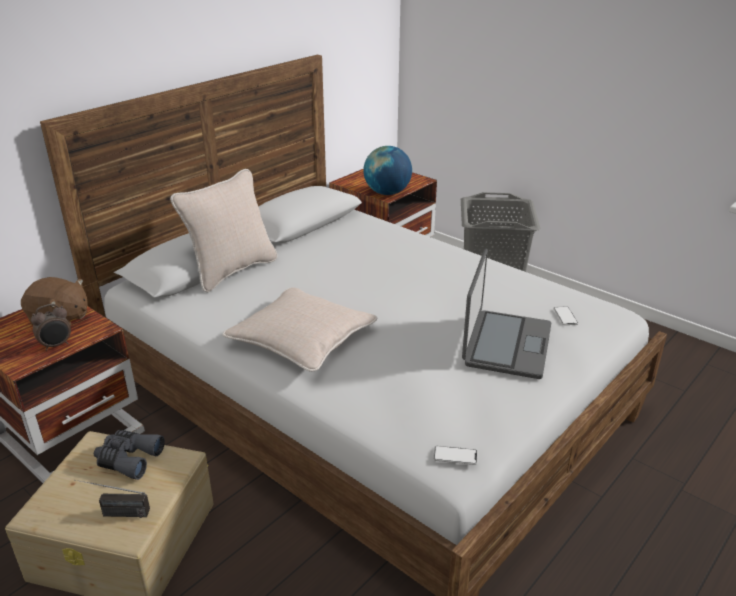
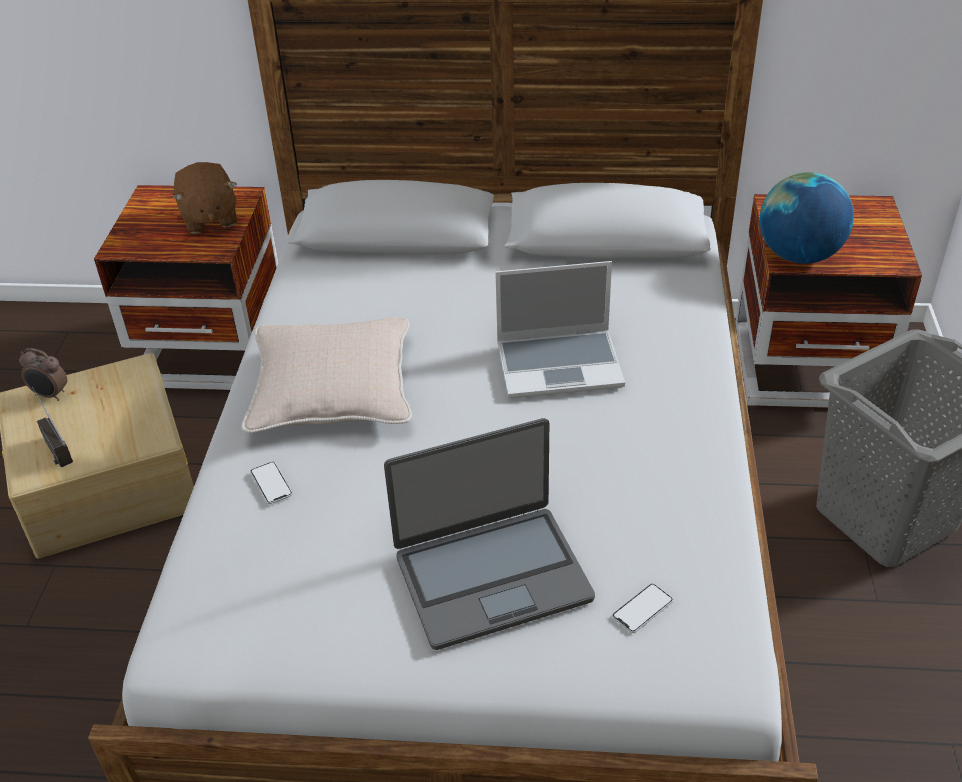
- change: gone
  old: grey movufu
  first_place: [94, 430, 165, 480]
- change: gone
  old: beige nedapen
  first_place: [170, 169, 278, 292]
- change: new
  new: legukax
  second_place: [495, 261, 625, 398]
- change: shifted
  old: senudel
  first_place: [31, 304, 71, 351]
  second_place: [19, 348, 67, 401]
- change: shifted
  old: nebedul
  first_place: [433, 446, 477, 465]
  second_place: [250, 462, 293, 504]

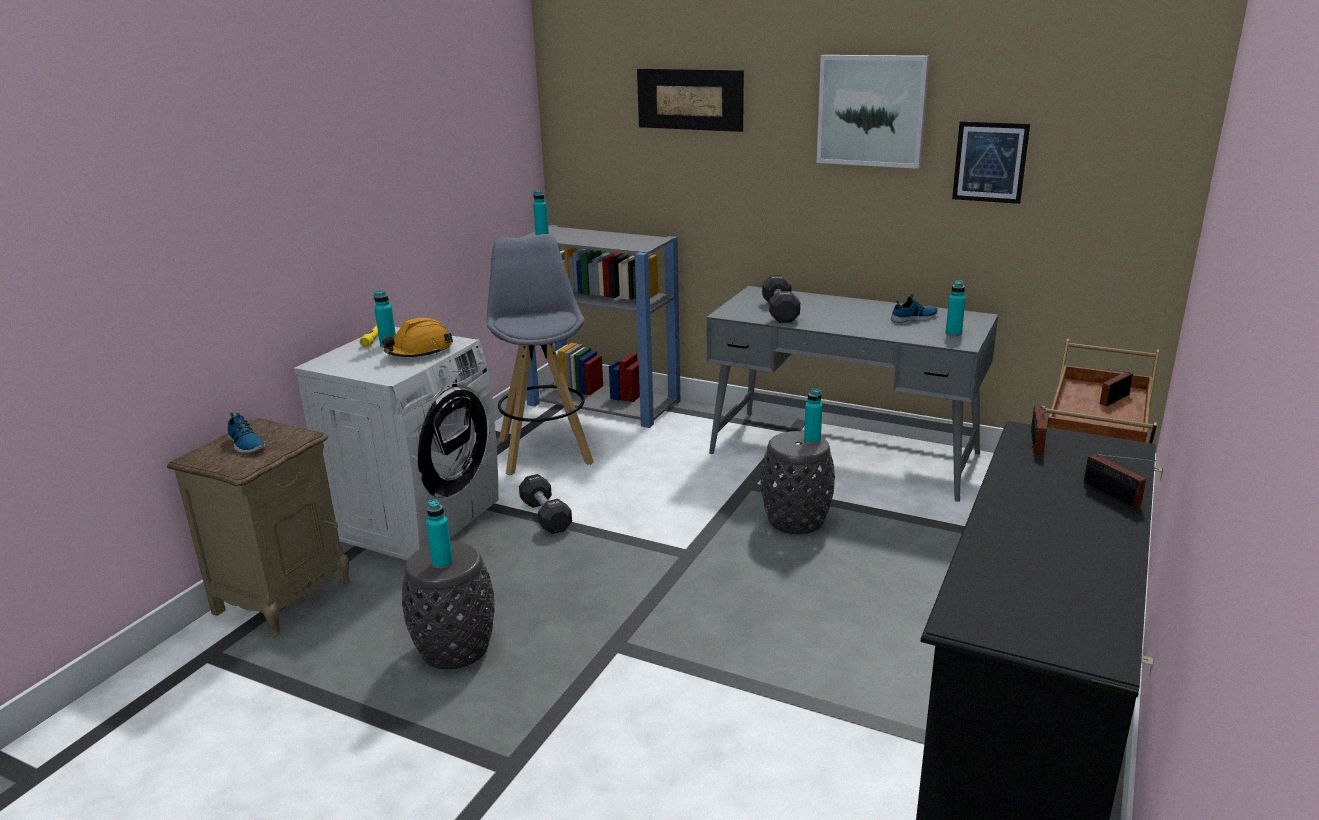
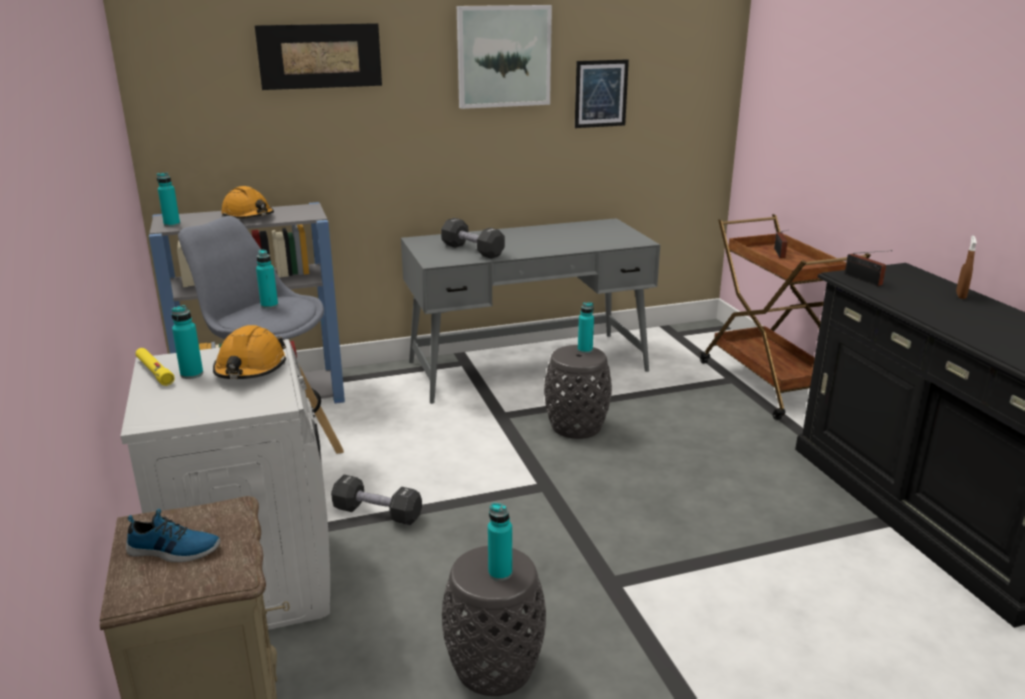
- change: gone
  old: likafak
  first_place: [891, 293, 938, 323]
- change: new
  new: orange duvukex
  second_place: [221, 186, 274, 219]
- change: shifted
  old: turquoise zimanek
  first_place: [945, 280, 966, 336]
  second_place: [256, 250, 278, 309]
- change: swapped
  old: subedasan
  new: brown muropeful
  first_place: [1084, 454, 1156, 509]
  second_place: [956, 235, 977, 299]

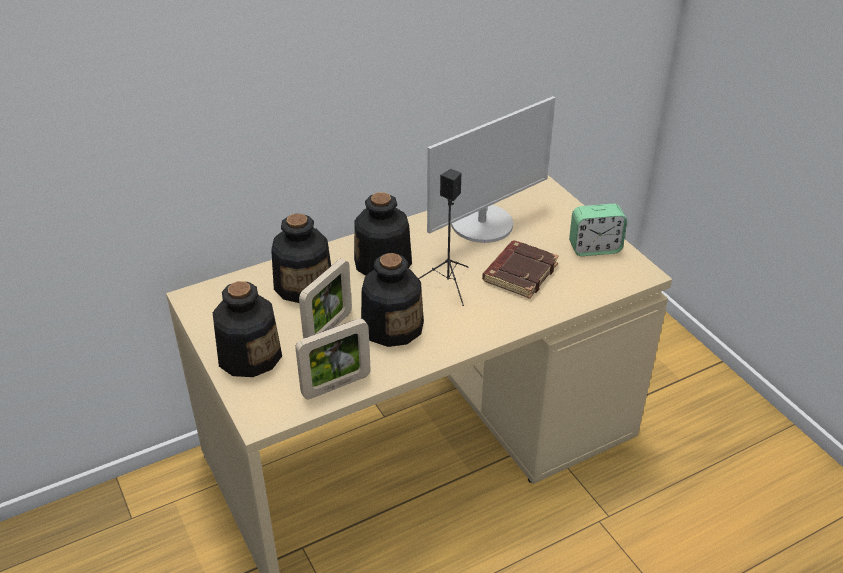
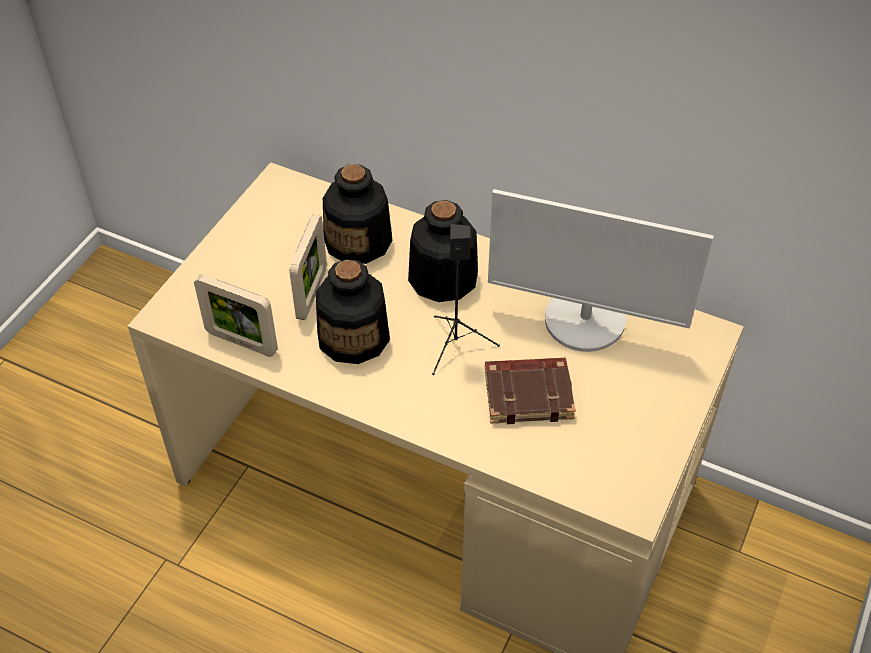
- change: gone
  old: zimanek
  first_place: [213, 281, 282, 377]
- change: gone
  old: senudel
  first_place: [569, 204, 627, 256]
- change: rotated
  old: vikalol
  first_place: [299, 259, 352, 339]
  second_place: [290, 215, 327, 320]
  degrees: -75

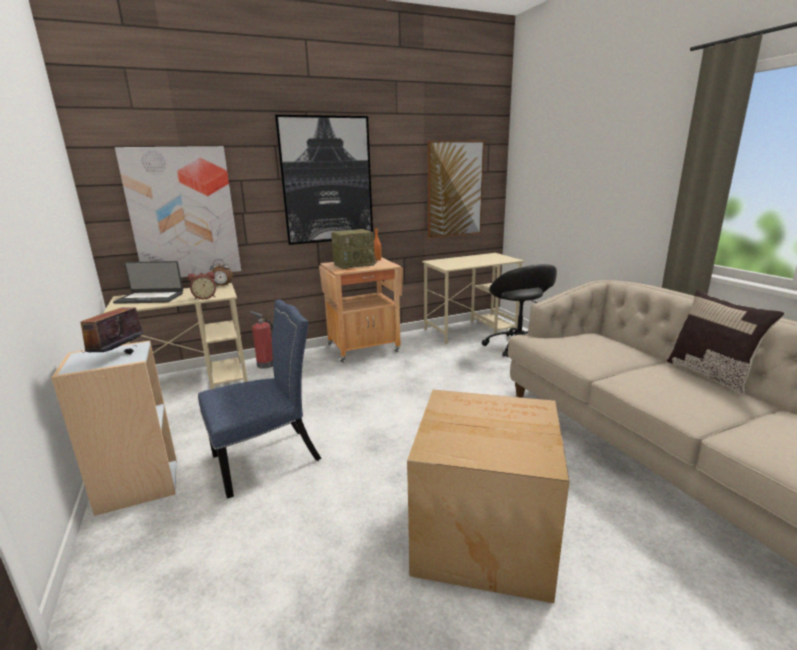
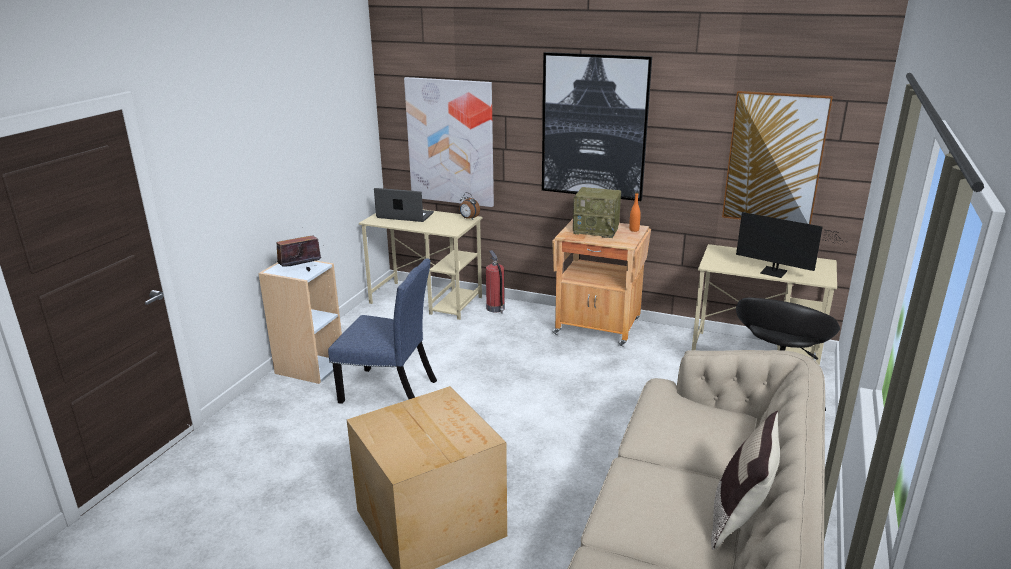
- change: gone
  old: senudel
  first_place: [188, 272, 216, 299]
- change: new
  new: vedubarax
  second_place: [736, 212, 848, 278]
- change: rotated
  old: legukax
  first_place: [113, 261, 183, 304]
  second_place: [374, 188, 434, 222]
  degrees: 150

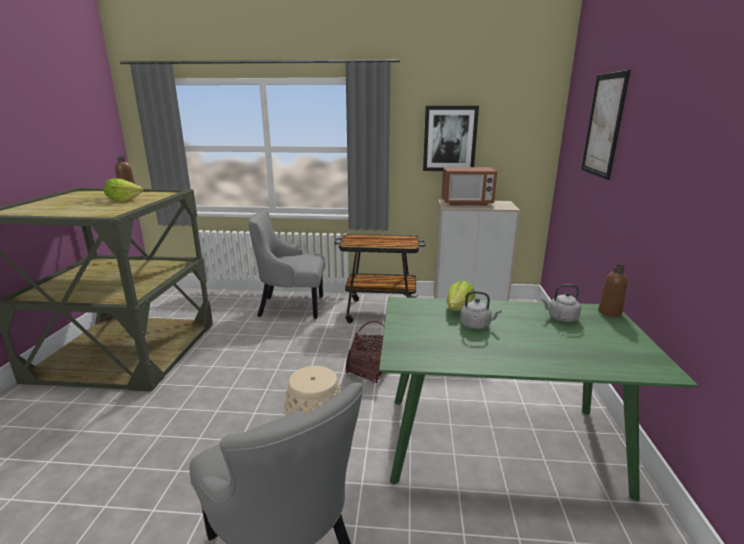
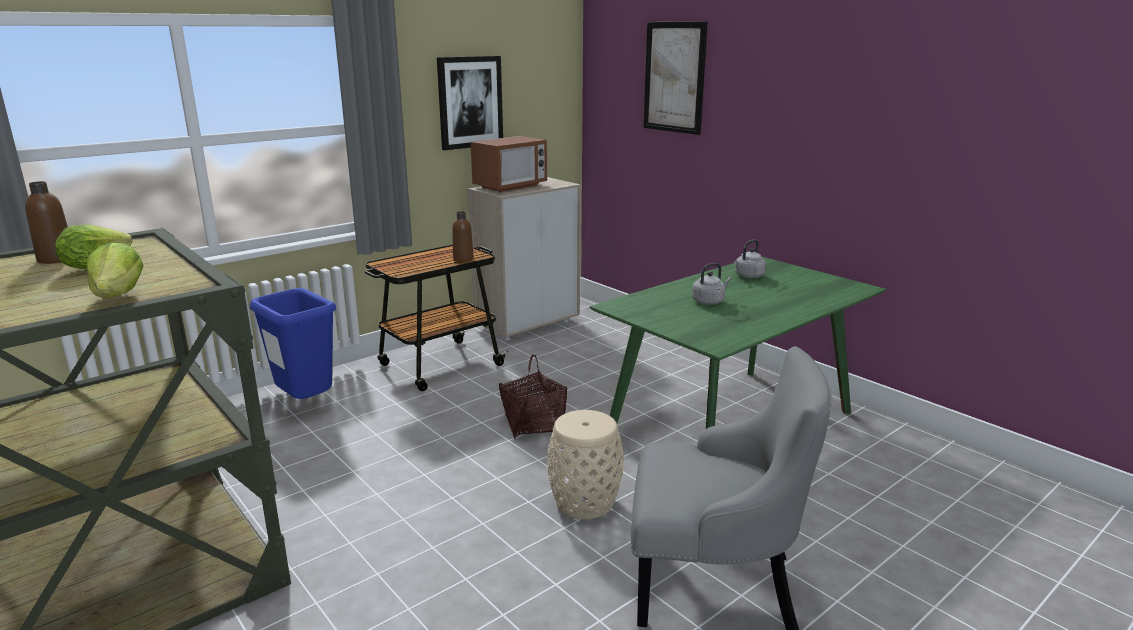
- change: shifted
  old: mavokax
  first_place: [447, 280, 475, 311]
  second_place: [87, 243, 144, 298]
- change: shifted
  old: brown zimanek
  first_place: [598, 265, 628, 317]
  second_place: [452, 211, 474, 262]
- change: swapped
  old: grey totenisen
  new: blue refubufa
  first_place: [248, 209, 325, 319]
  second_place: [250, 288, 336, 399]

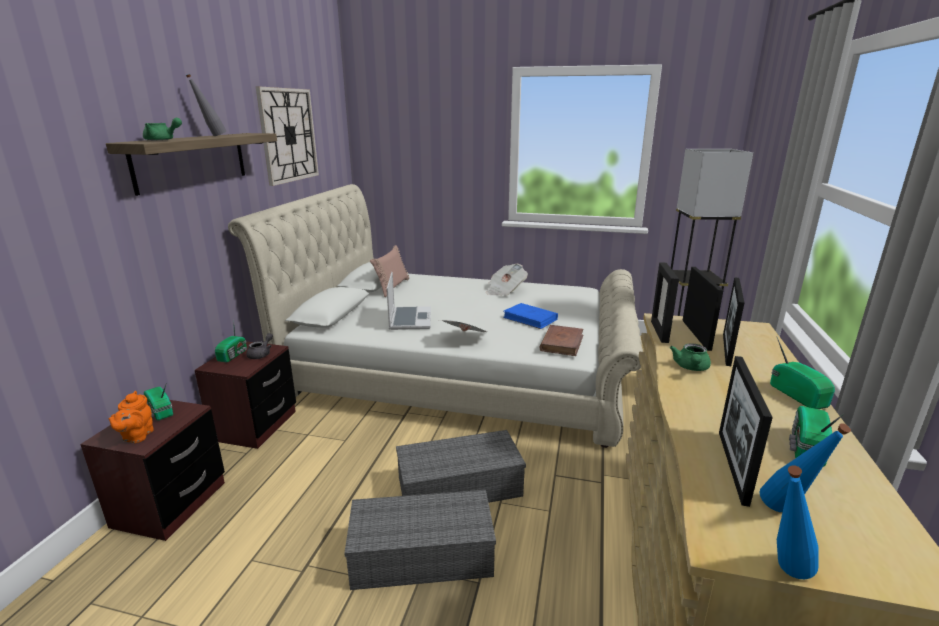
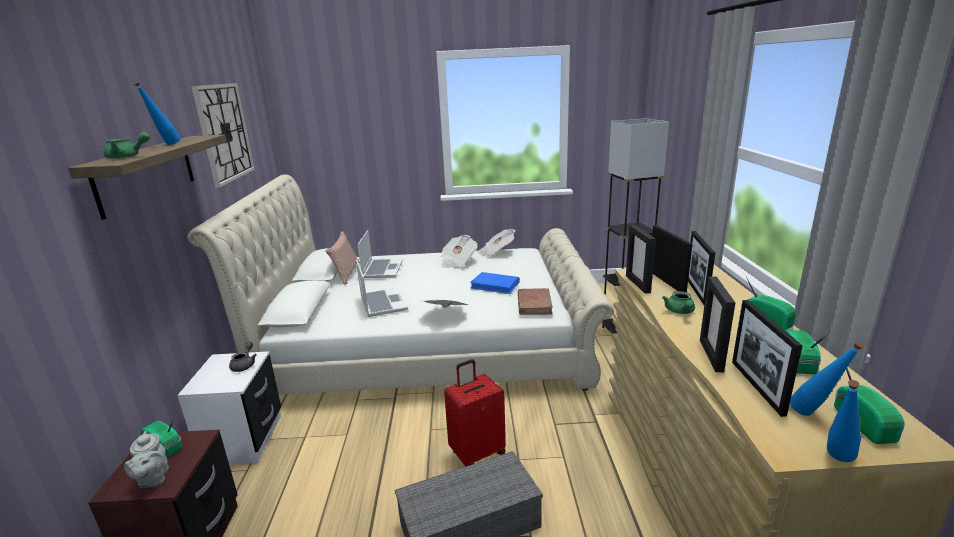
- change: new
  new: legukax
  second_place: [357, 230, 403, 278]
- change: new
  new: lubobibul
  second_place: [477, 229, 515, 256]
- change: new
  new: vikalol
  second_place: [700, 276, 735, 372]
- change: shifted
  old: subedasan
  first_place: [215, 319, 247, 363]
  second_place: [834, 355, 904, 444]
- change: swapped
  old: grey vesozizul
  new: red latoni
  first_place: [396, 430, 526, 503]
  second_place: [444, 359, 506, 467]
- change: repainted
  old: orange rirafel
  new: grey rirafel
  first_place: [108, 391, 154, 443]
  second_place: [124, 431, 169, 488]
- change: repainted
  old: grey zimanek
  new: blue zimanek
  first_place: [186, 74, 226, 136]
  second_place: [134, 82, 181, 145]
- change: repainted
  old: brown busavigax
  new: white busavigax
  first_place: [195, 341, 296, 449]
  second_place: [177, 351, 281, 465]

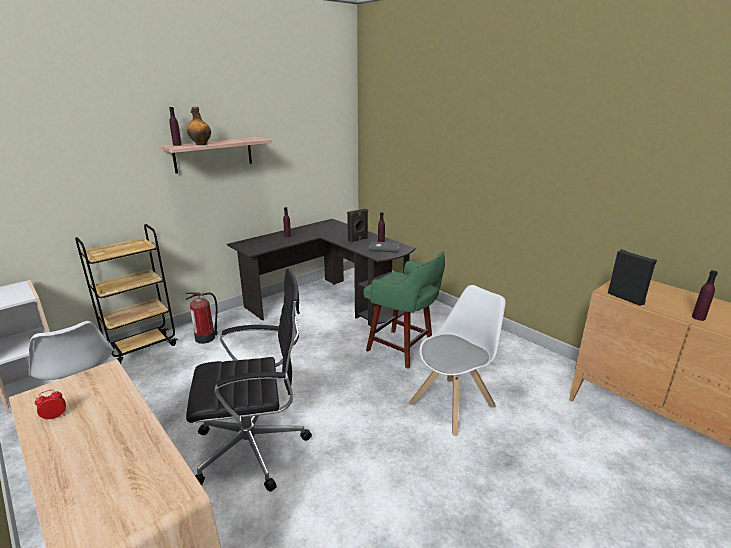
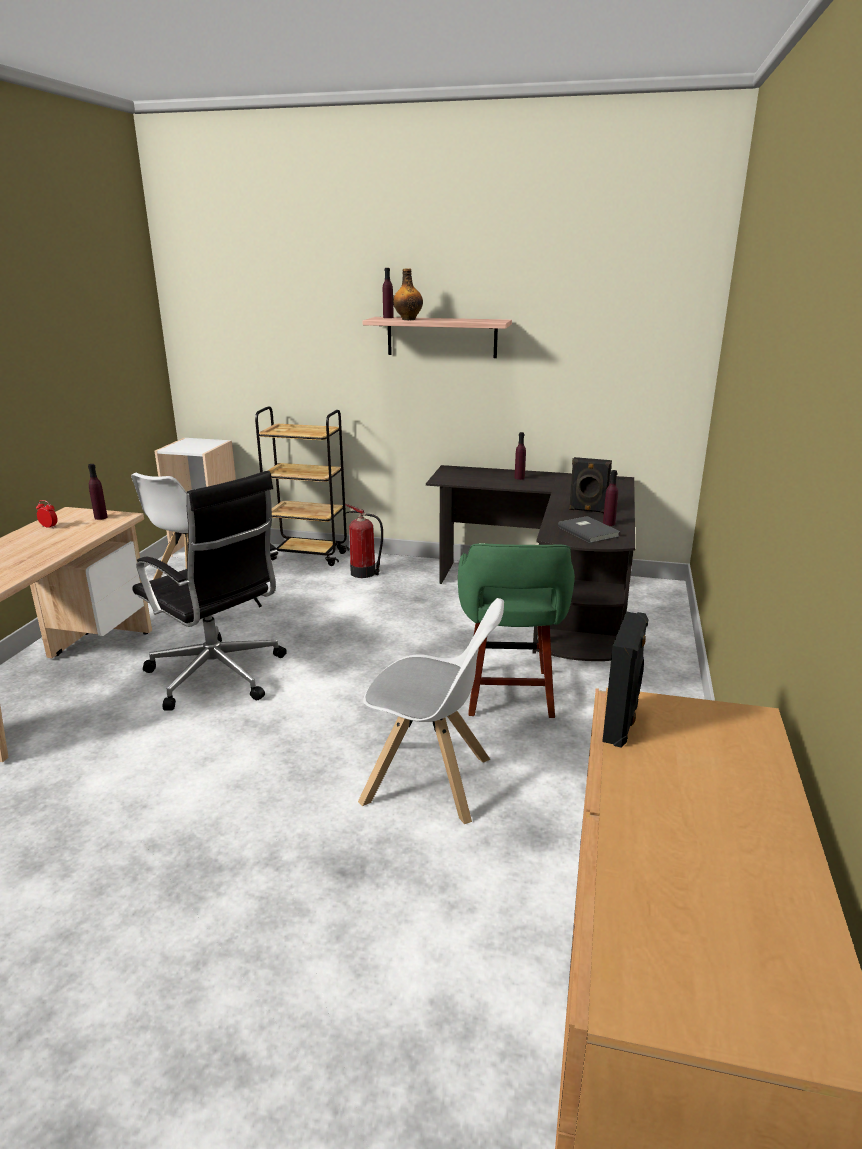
- change: shifted
  old: purple zimanek
  first_place: [692, 270, 718, 321]
  second_place: [88, 464, 108, 520]

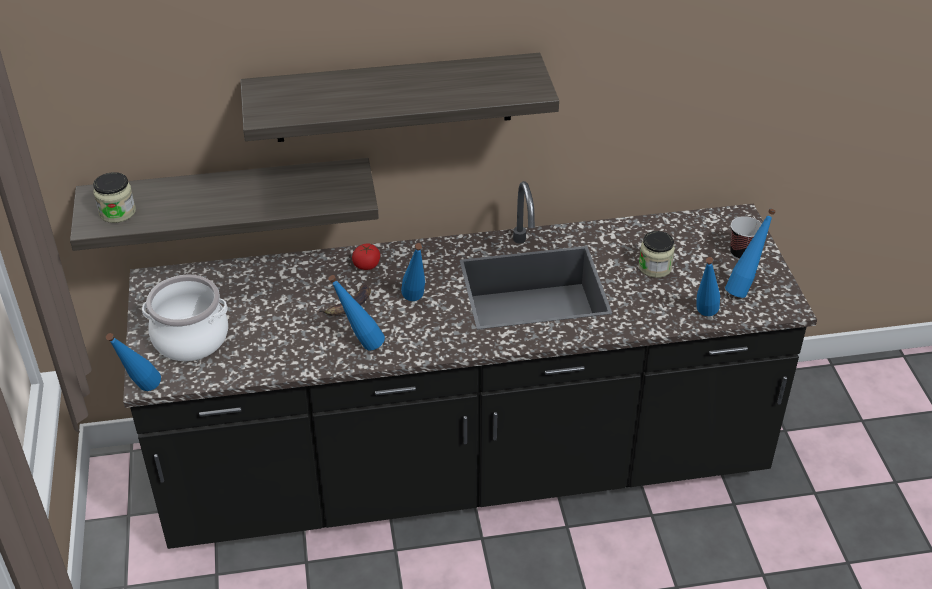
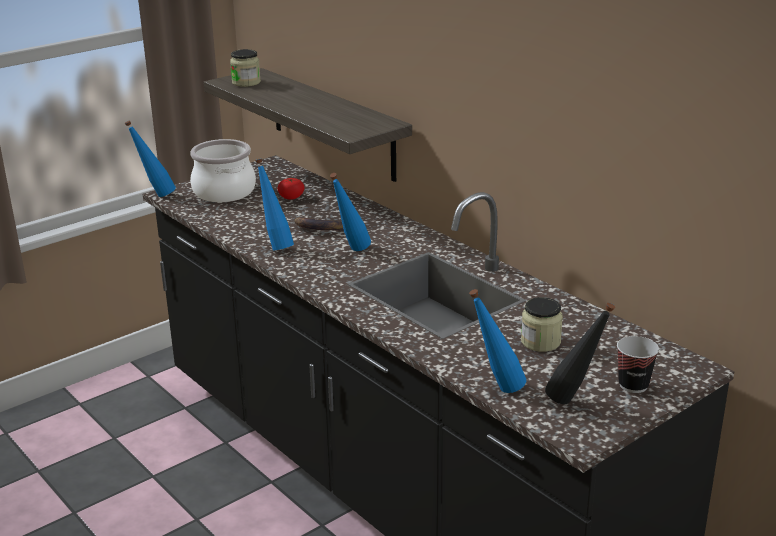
- change: gone
  old: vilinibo
  first_place: [240, 53, 559, 142]
- change: shifted
  old: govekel
  first_place: [352, 243, 380, 270]
  second_place: [278, 178, 304, 200]
- change: repainted
  old: blue zimanek
  new: black zimanek
  first_place: [725, 208, 776, 298]
  second_place: [545, 303, 615, 404]

